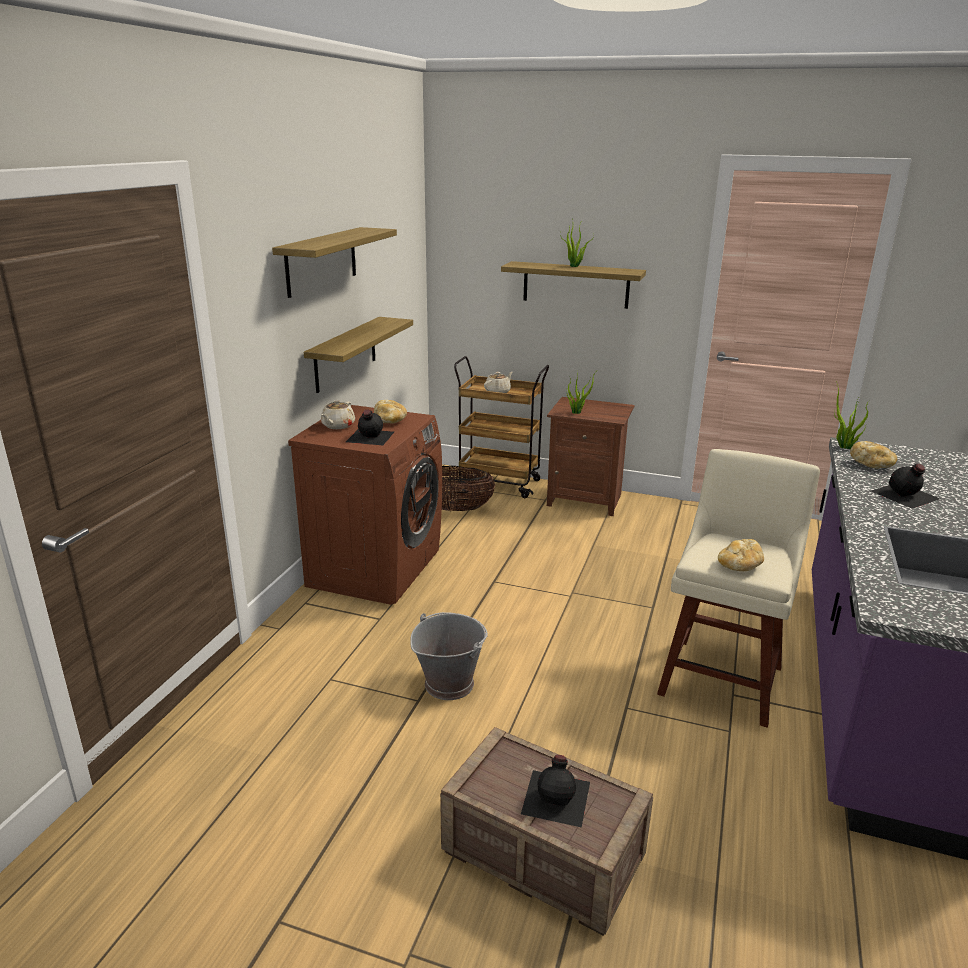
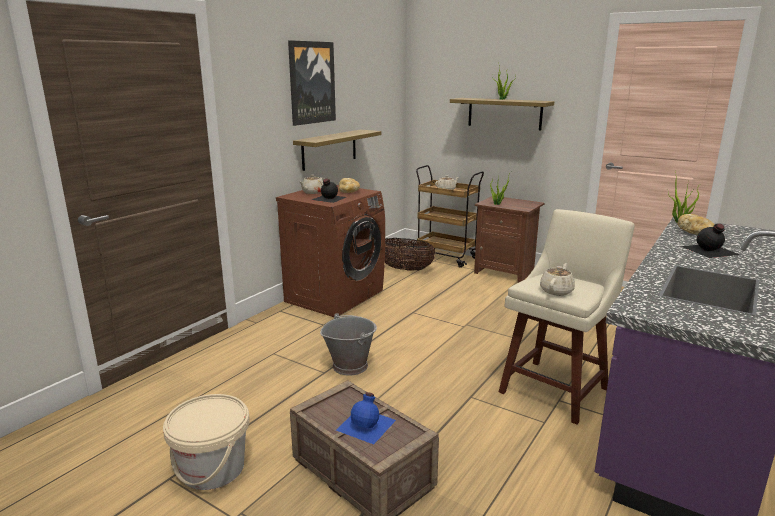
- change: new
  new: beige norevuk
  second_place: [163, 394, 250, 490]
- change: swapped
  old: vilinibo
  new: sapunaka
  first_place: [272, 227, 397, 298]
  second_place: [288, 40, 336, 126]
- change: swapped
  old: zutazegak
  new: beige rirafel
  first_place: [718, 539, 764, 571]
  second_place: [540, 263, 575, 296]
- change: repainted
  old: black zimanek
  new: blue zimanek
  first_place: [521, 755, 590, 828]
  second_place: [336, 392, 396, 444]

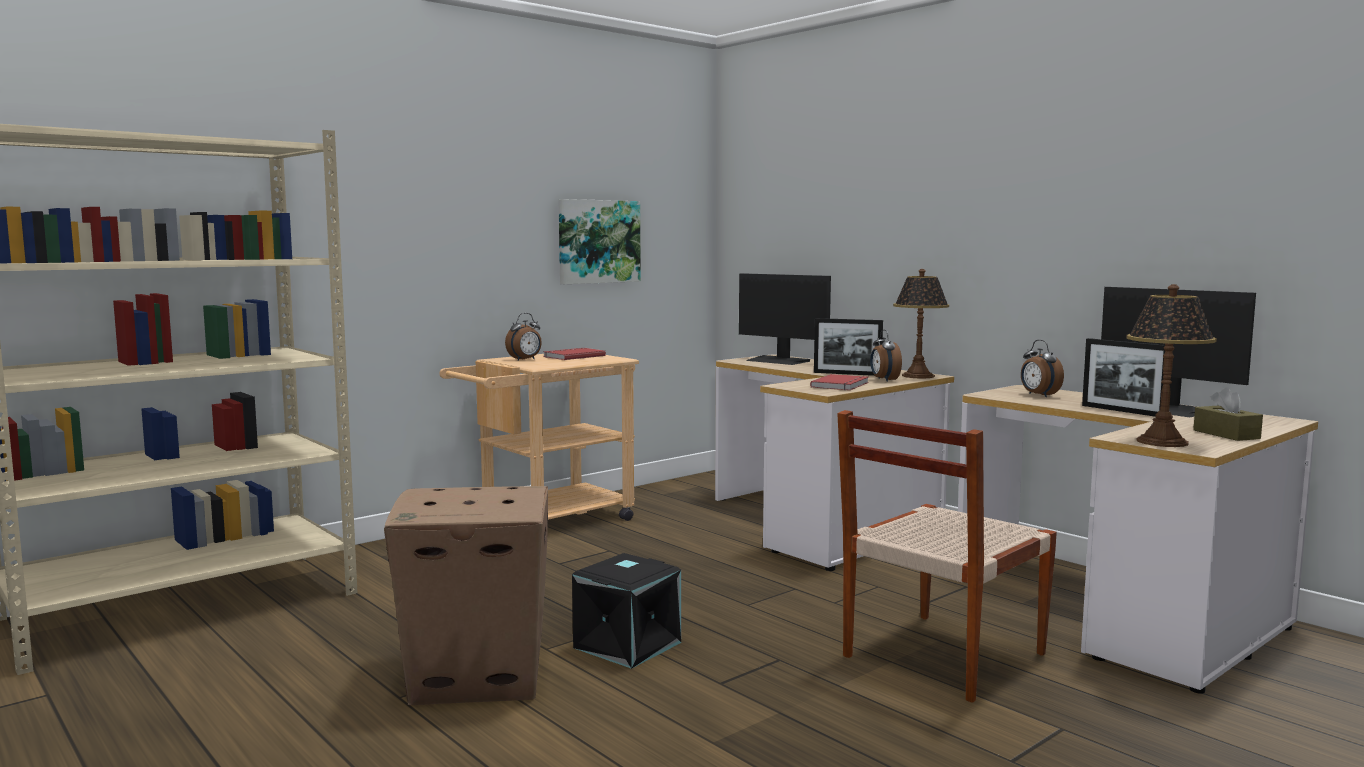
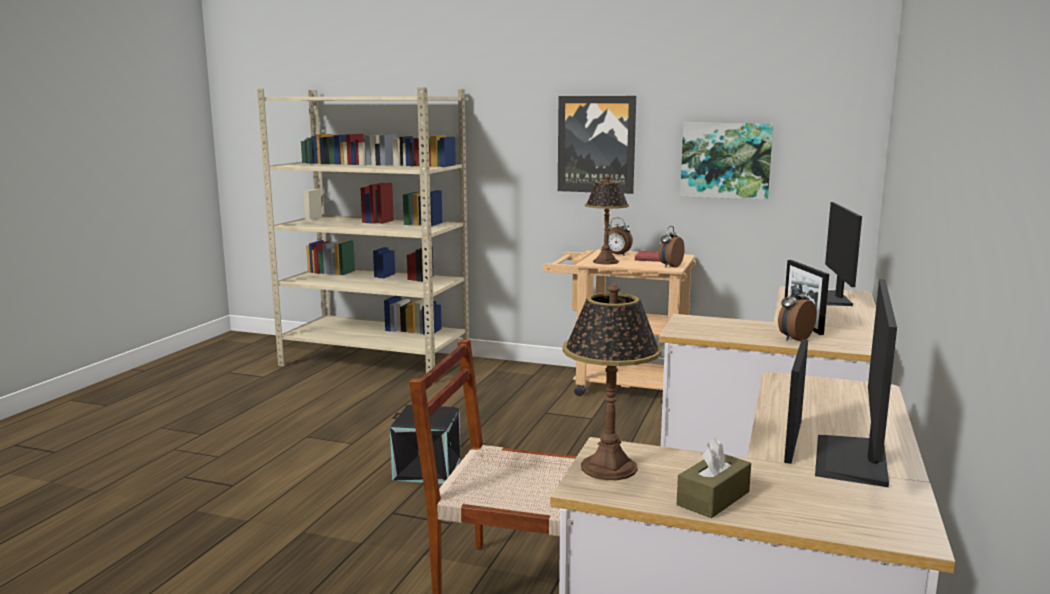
- change: gone
  old: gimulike
  first_place: [384, 486, 548, 705]
- change: gone
  old: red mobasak
  first_place: [810, 374, 869, 390]
- change: new
  new: sapunaka
  second_place: [558, 96, 636, 194]
- change: shifted
  old: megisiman
  first_place: [893, 269, 949, 378]
  second_place: [585, 175, 629, 264]
- change: shifted
  old: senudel
  first_place: [1021, 340, 1064, 397]
  second_place: [659, 226, 685, 268]

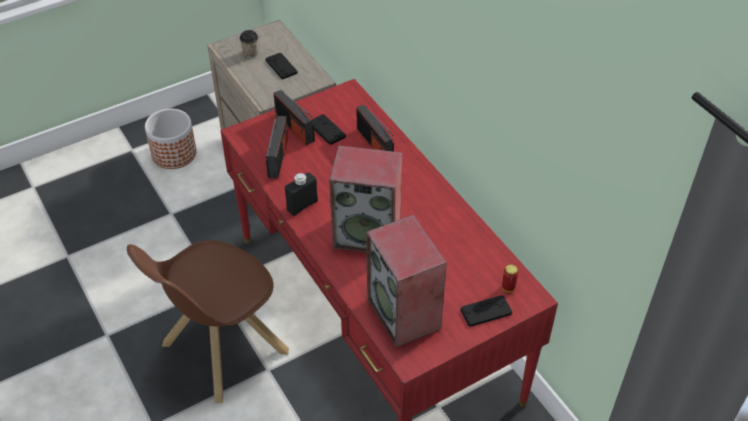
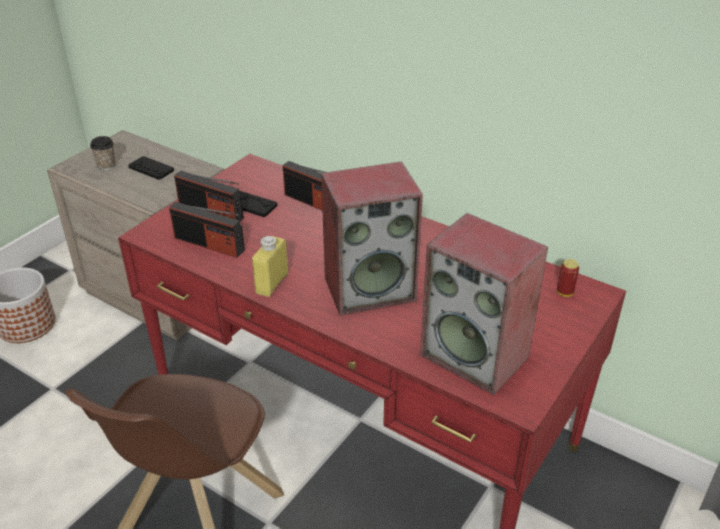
- change: gone
  old: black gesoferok
  first_place: [461, 295, 512, 327]
- change: repainted
  old: black zimanek
  new: yellow zimanek
  first_place: [285, 172, 318, 216]
  second_place: [252, 236, 288, 297]
- change: rotated
  old: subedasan
  first_place: [266, 113, 288, 178]
  second_place: [169, 202, 245, 258]
  degrees: 135

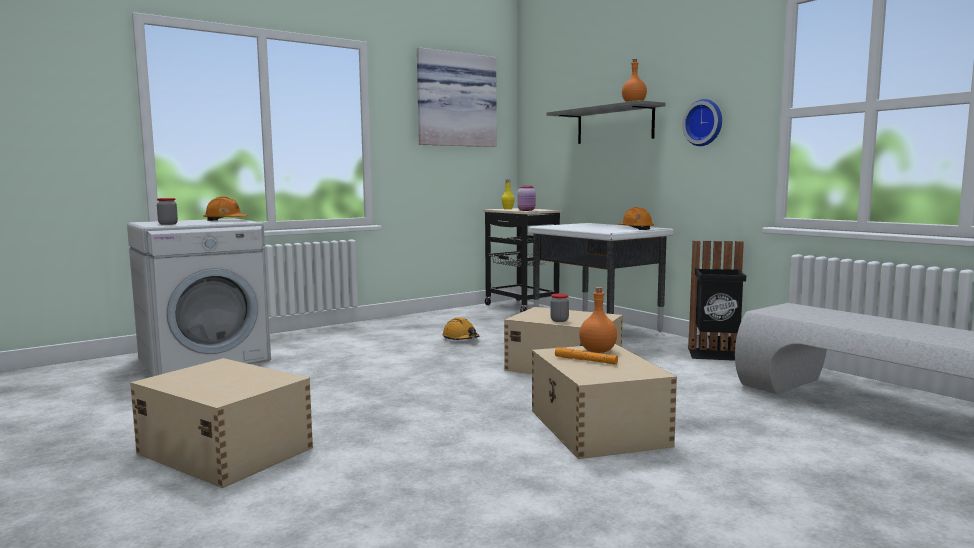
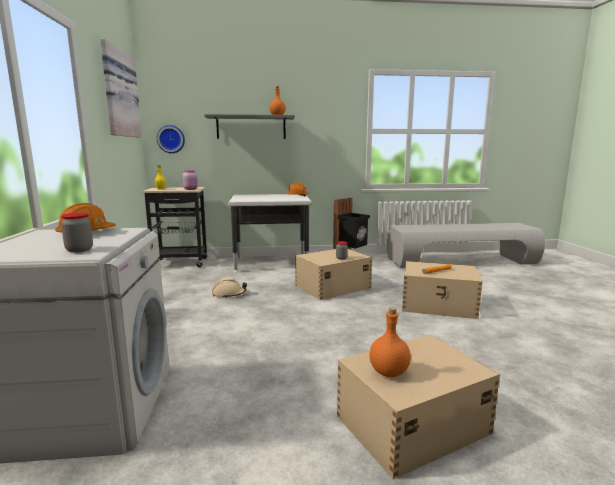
- change: shifted
  old: orange zimanek
  first_place: [579, 287, 617, 353]
  second_place: [369, 307, 411, 377]
- change: shifted
  old: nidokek
  first_place: [682, 99, 722, 146]
  second_place: [157, 125, 185, 153]
- change: repainted
  old: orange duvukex
  new: beige duvukex
  first_place: [442, 317, 479, 340]
  second_place: [212, 278, 247, 298]

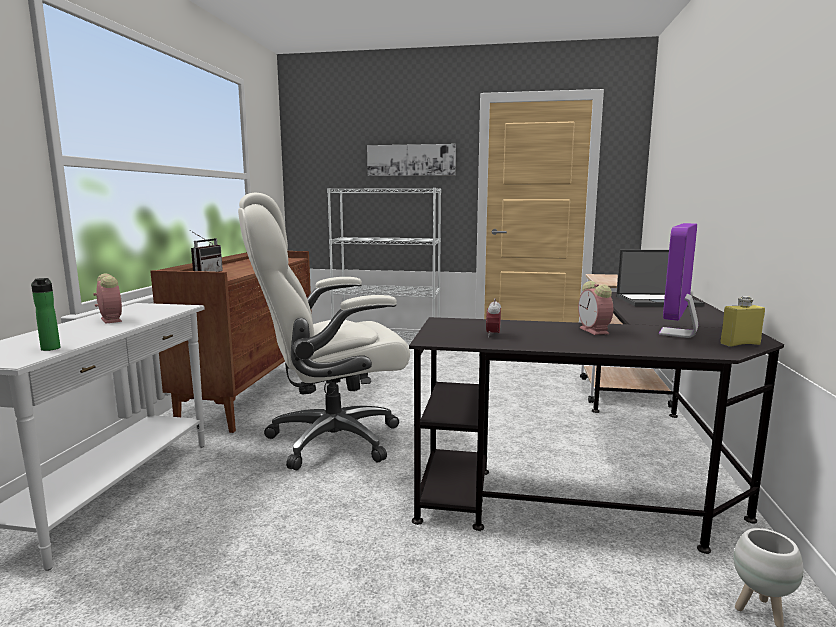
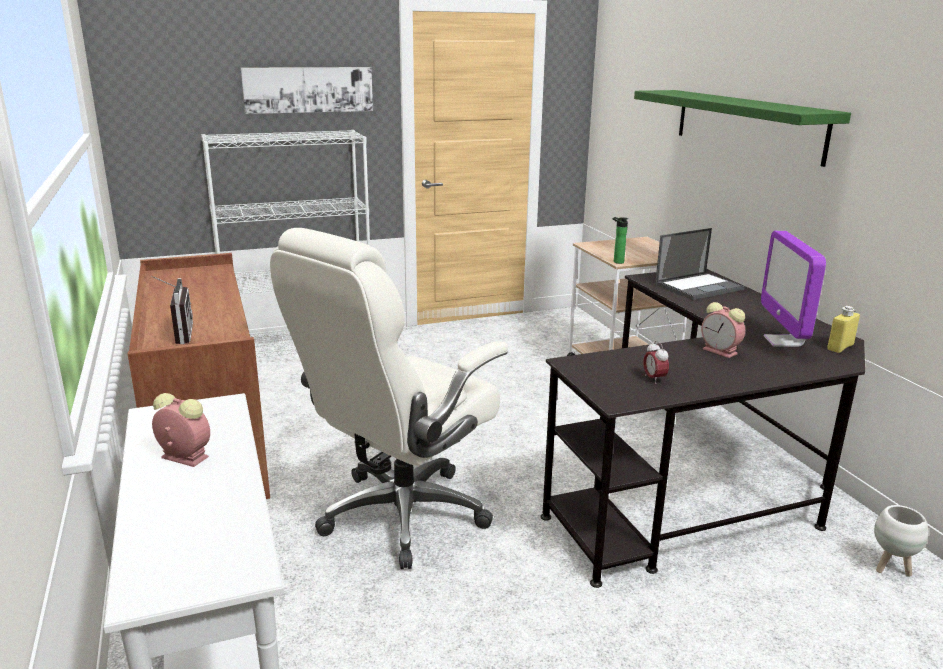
- change: new
  new: green vilinibo
  second_place: [634, 90, 851, 167]
- change: shifted
  old: zimanek
  first_place: [31, 278, 60, 351]
  second_place: [613, 217, 628, 264]

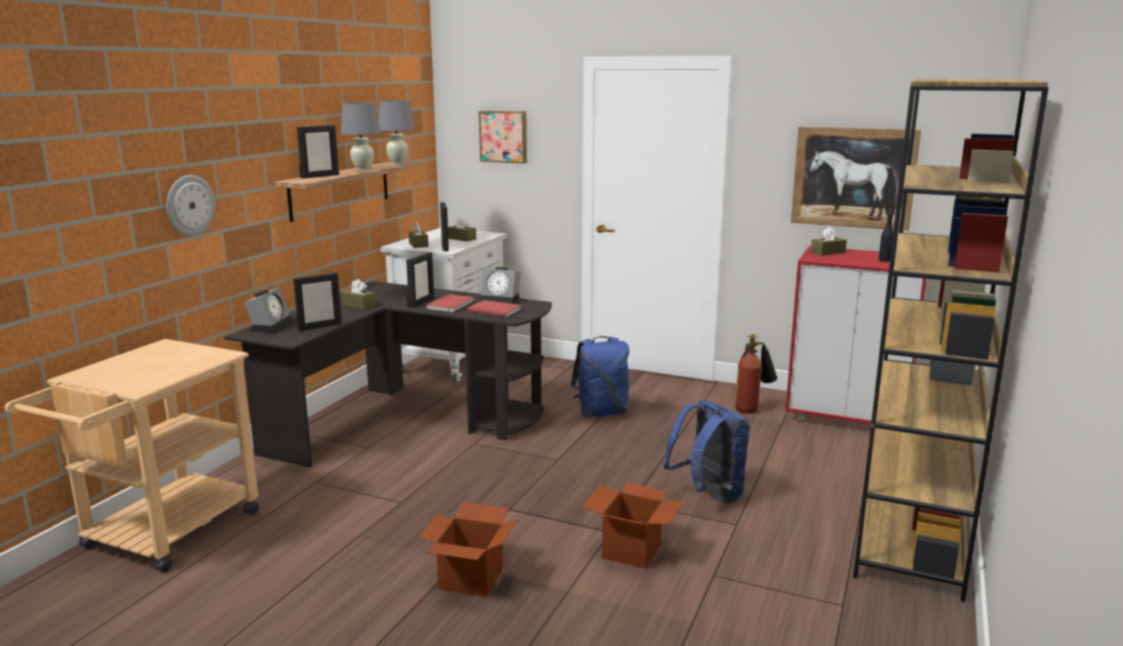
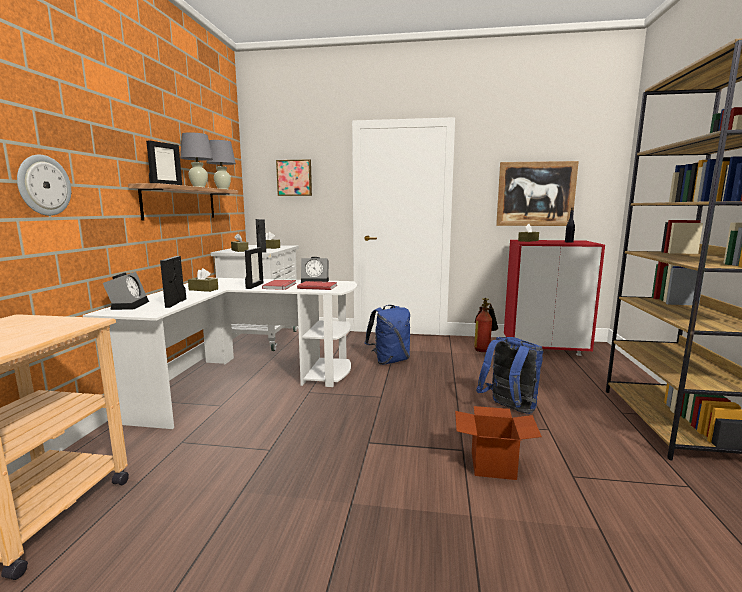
- change: gone
  old: gimulike
  first_place: [419, 502, 517, 597]
- change: repainted
  old: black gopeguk
  new: white gopeguk
  first_place: [224, 281, 552, 468]
  second_place: [83, 277, 357, 429]
- change: rotated
  old: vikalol
  first_place: [293, 273, 342, 331]
  second_place: [160, 256, 186, 308]
  degrees: 135

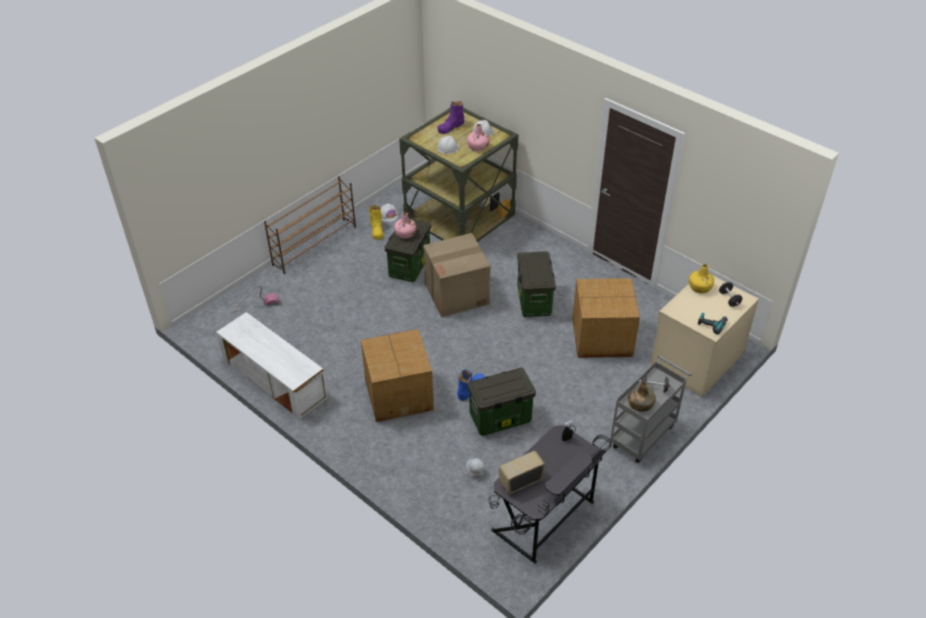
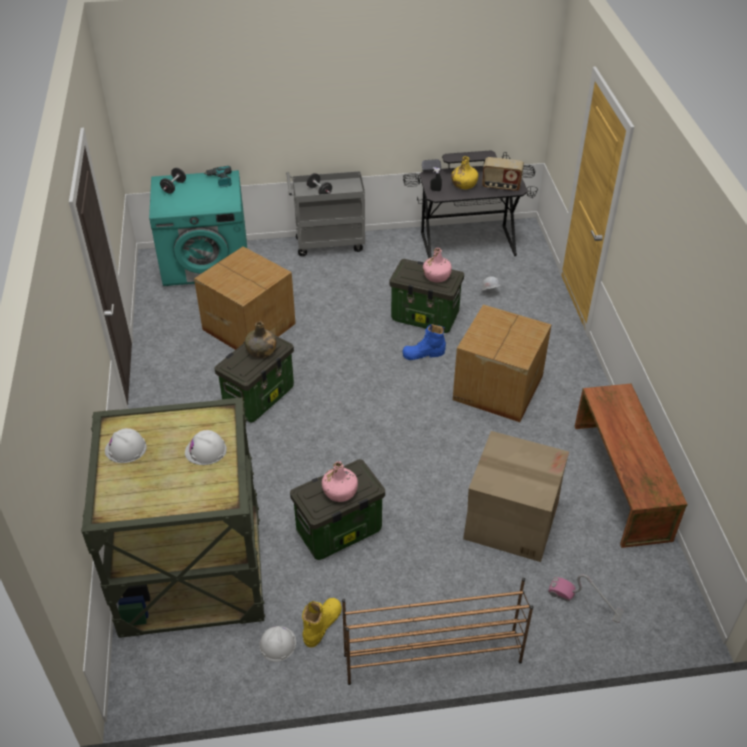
- change: gone
  old: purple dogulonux
  first_place: [438, 101, 464, 134]
- change: shifted
  old: gimulike
  first_place: [423, 233, 491, 317]
  second_place: [463, 431, 569, 562]
- change: shifted
  old: pink zimanek
  first_place: [467, 124, 489, 151]
  second_place: [423, 248, 452, 283]
- change: shifted
  old: green zimanek
  first_place: [628, 382, 656, 412]
  second_place: [245, 321, 276, 358]
- change: shifted
  old: yellow zimanek
  first_place: [689, 264, 714, 293]
  second_place: [451, 156, 478, 189]
- change: repainted
  old: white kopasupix
  new: brown kopasupix
  first_place: [216, 312, 328, 420]
  second_place: [574, 383, 688, 548]
- change: repainted
  old: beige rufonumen
  new: turquoise rufonumen
  first_place: [650, 275, 759, 397]
  second_place: [149, 170, 247, 286]

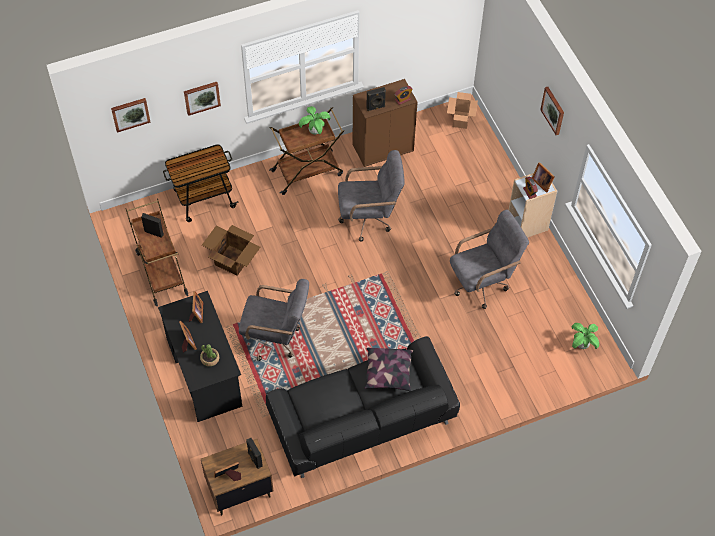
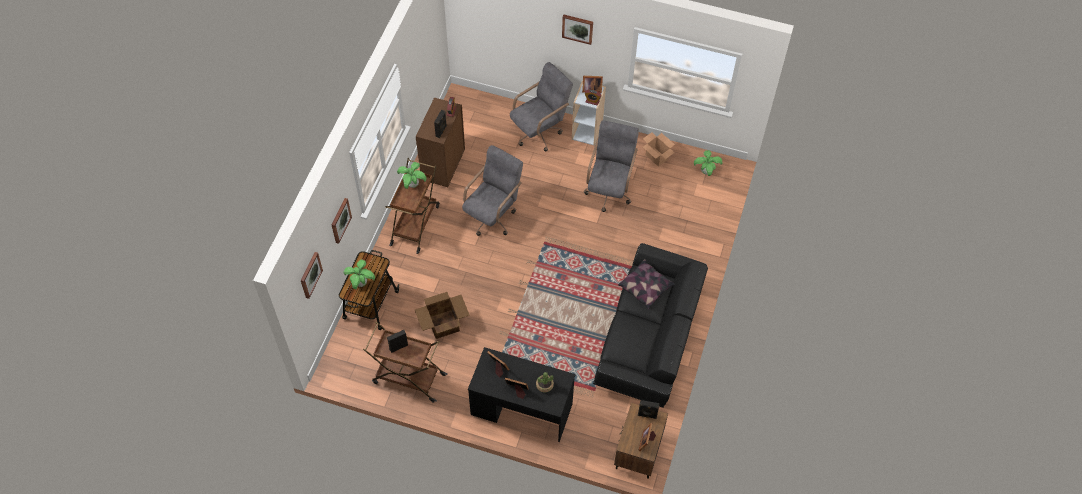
- change: new
  new: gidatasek
  second_place: [343, 260, 375, 289]
- change: shifted
  old: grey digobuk
  first_place: [239, 279, 309, 361]
  second_place: [510, 62, 573, 152]
- change: shifted
  old: gimulike
  first_place: [447, 92, 478, 129]
  second_place: [643, 132, 675, 167]

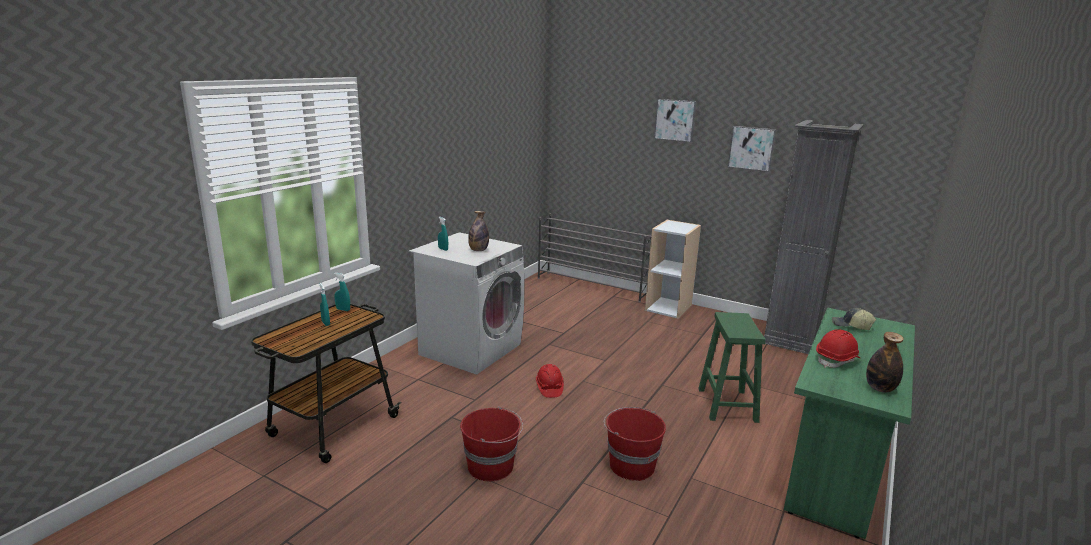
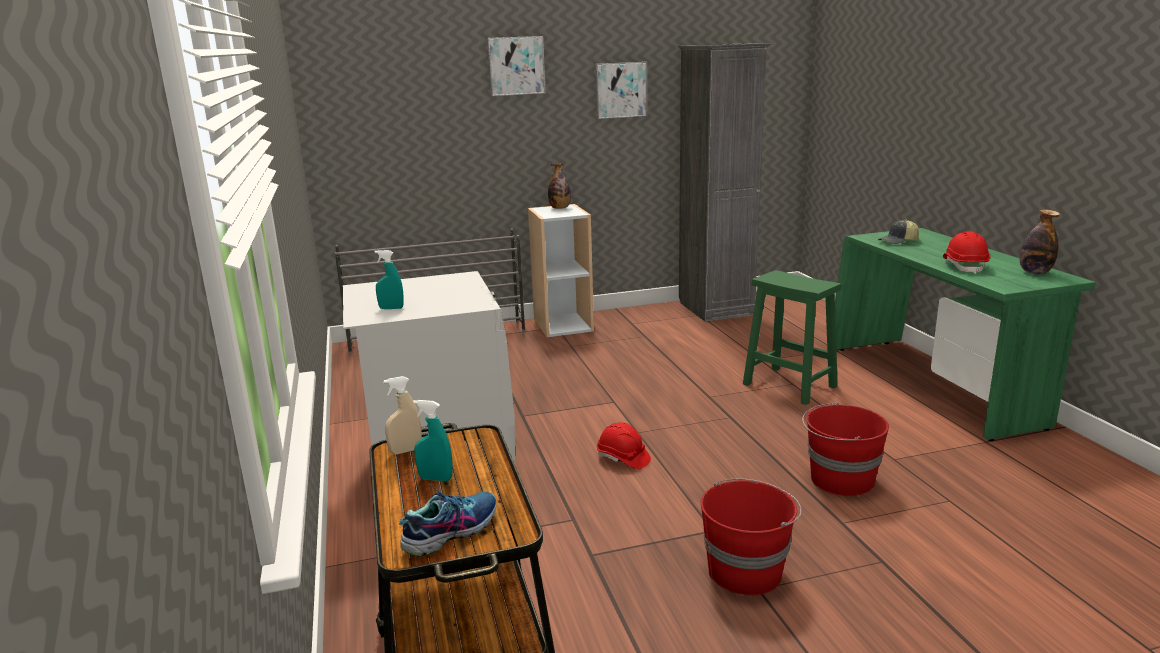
- change: new
  new: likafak
  second_place: [399, 483, 496, 557]
- change: shifted
  old: zimanek
  first_place: [468, 211, 489, 251]
  second_place: [548, 163, 571, 209]
- change: repainted
  old: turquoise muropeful
  new: beige muropeful
  first_place: [334, 273, 350, 311]
  second_place: [383, 376, 422, 454]

